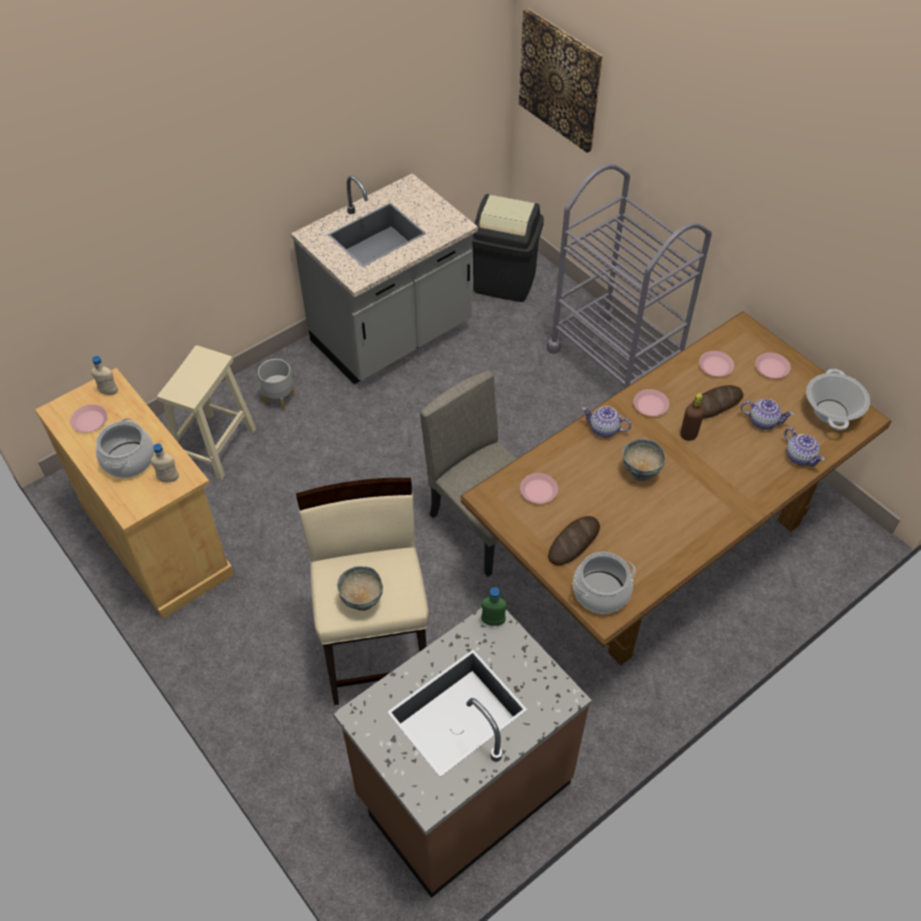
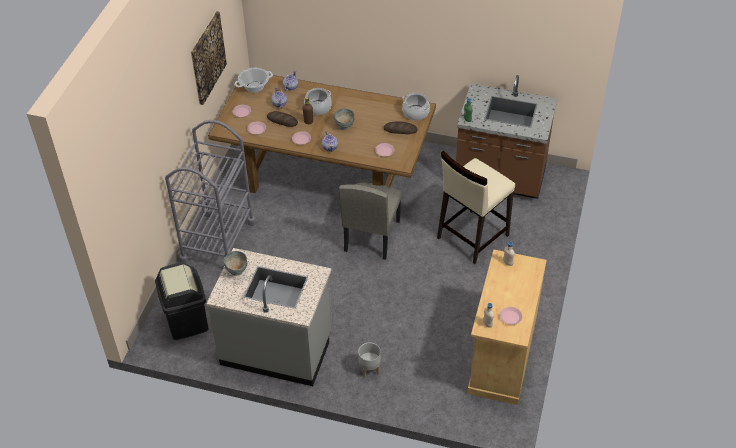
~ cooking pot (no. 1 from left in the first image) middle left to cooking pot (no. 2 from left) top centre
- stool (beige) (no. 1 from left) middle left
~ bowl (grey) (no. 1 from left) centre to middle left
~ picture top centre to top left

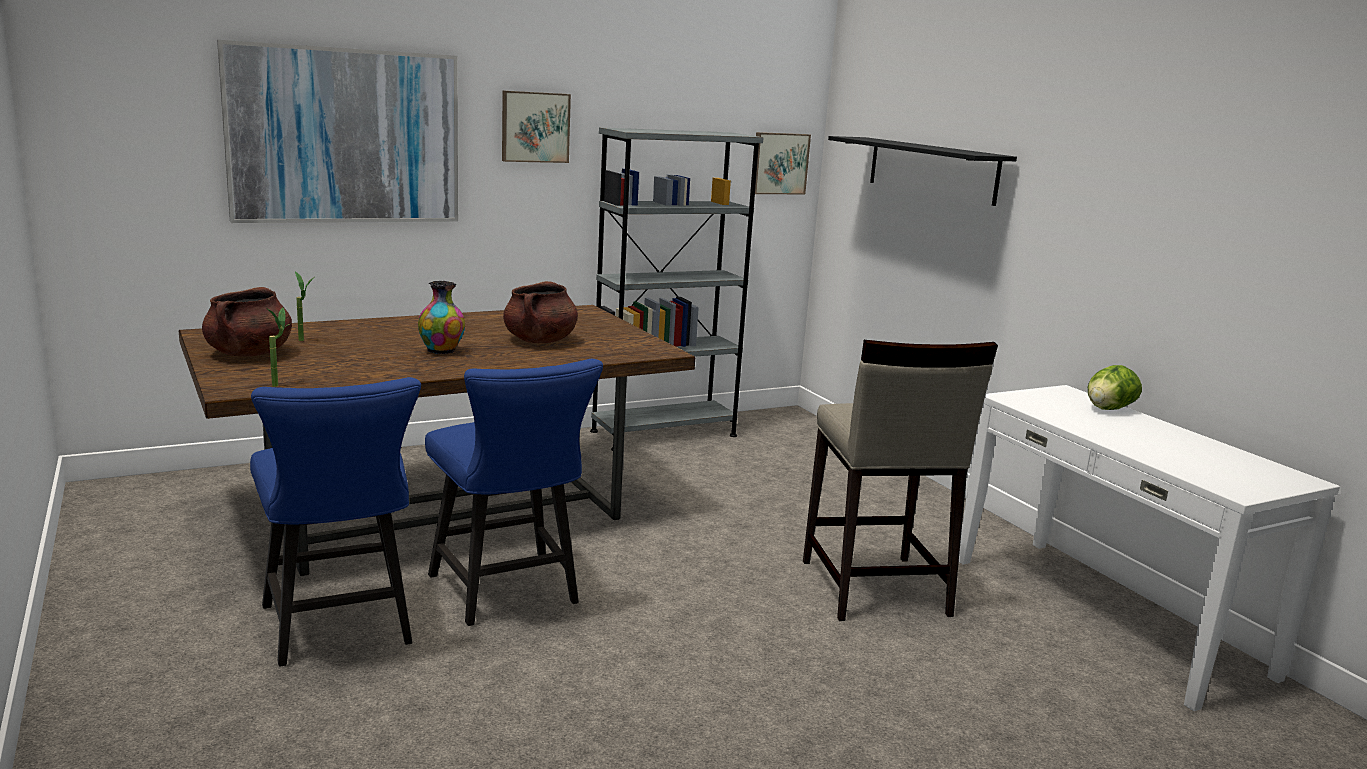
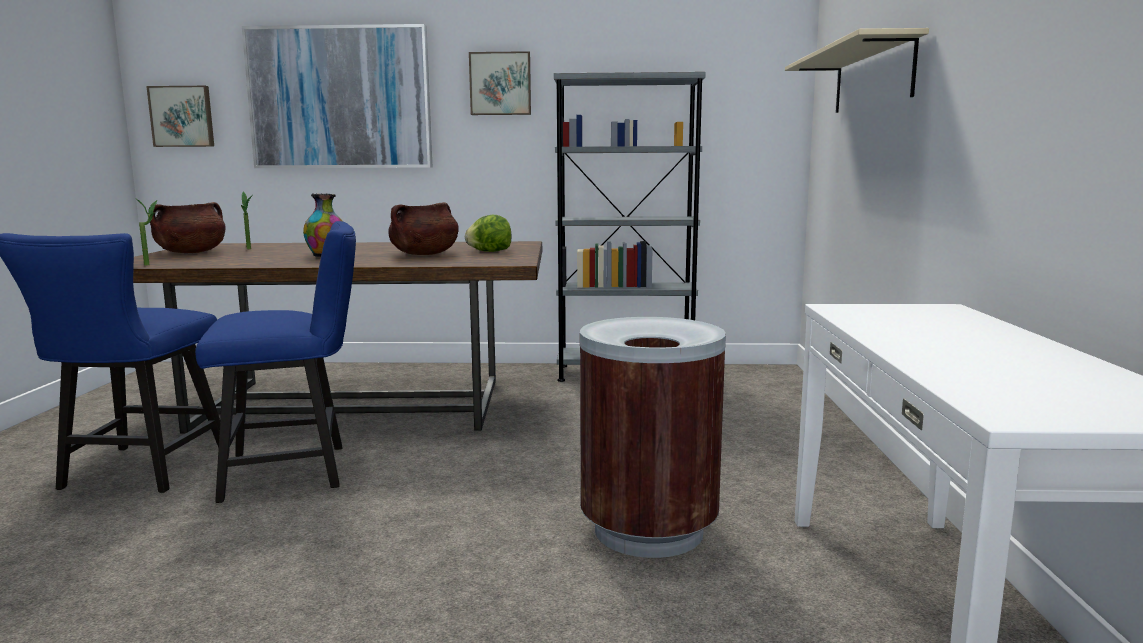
~ chair (blue) (no. 2 from left) centre = middle left 105 degrees counterclockwise
~ picture (no. 3 from left in the first image) top centre to picture (no. 1 from left) top left
~ stool (beige) centre to trash can (brown) bottom centre
~ shelf (black) top right to shelf (beige) top right
~ lettuce middle right to centre

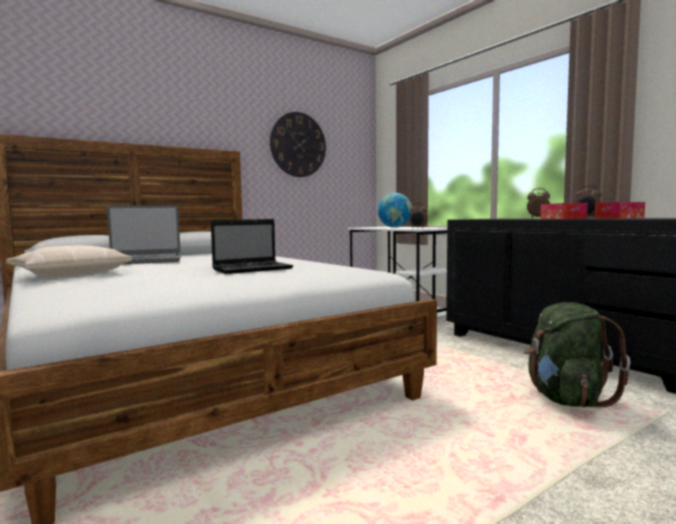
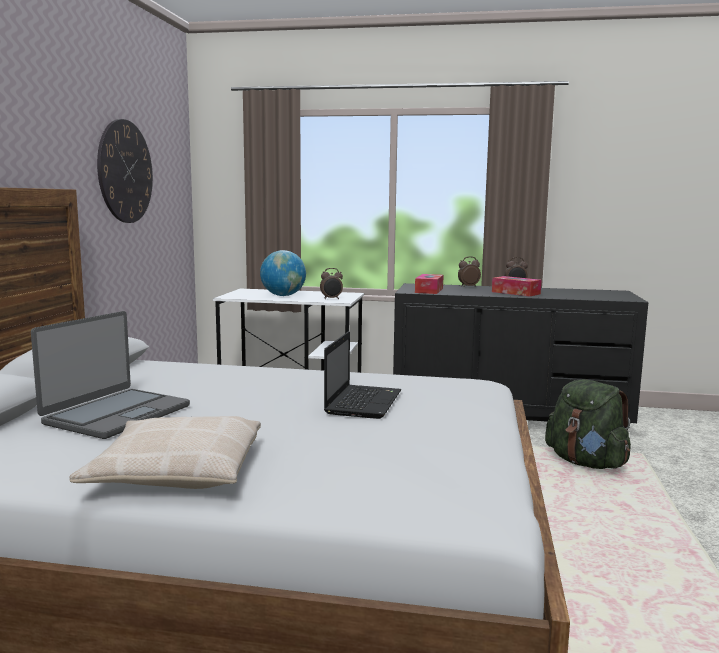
~ tissue box (no. 2 from left in the first image) middle right to tissue box (no. 1 from left) centre

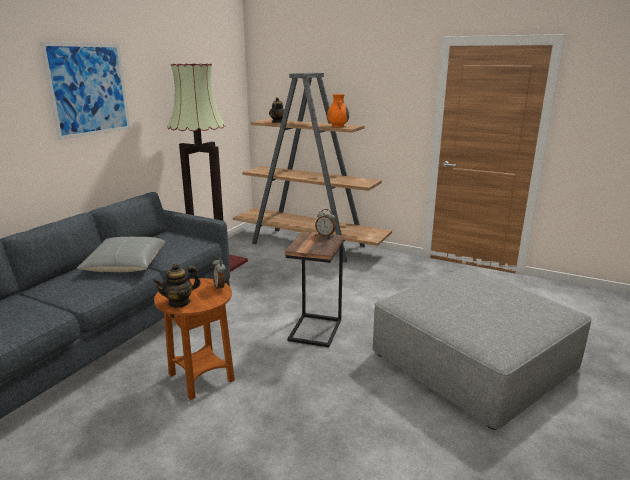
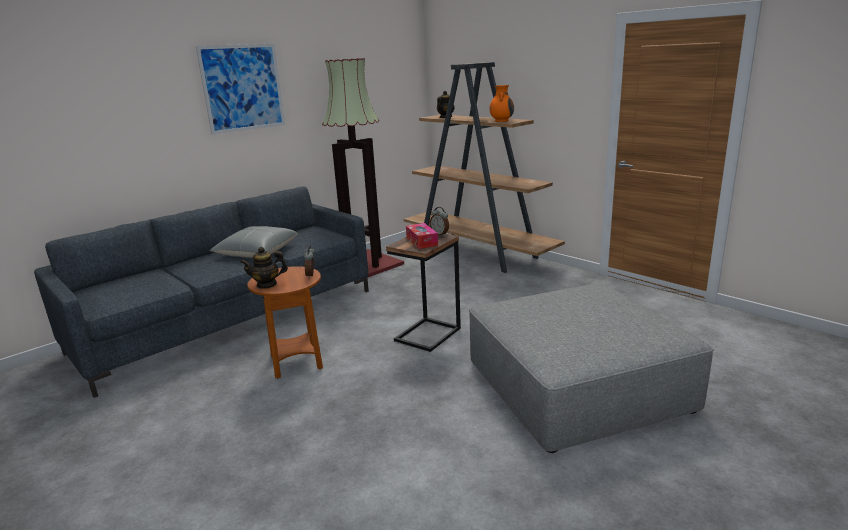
+ tissue box centre

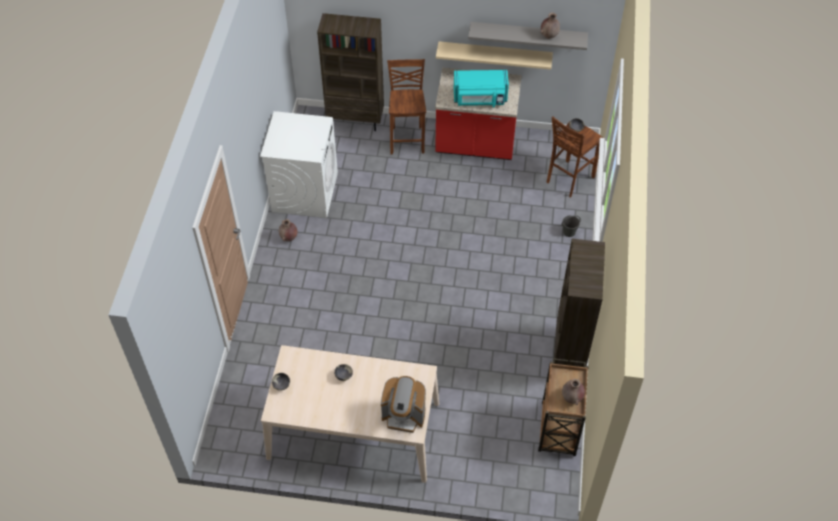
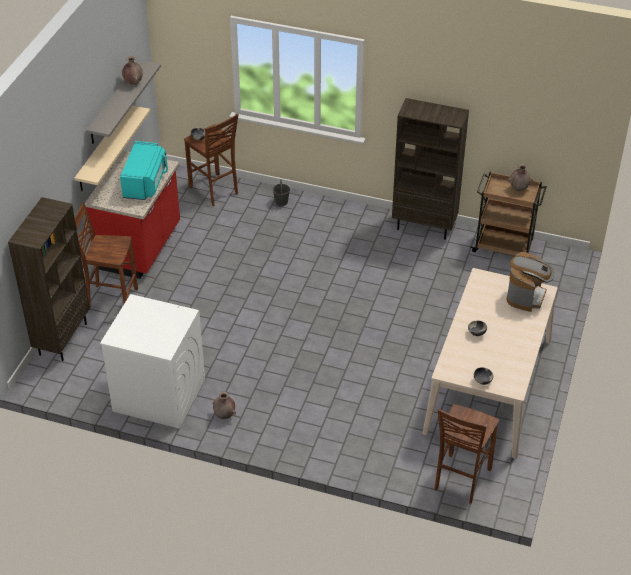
+ stool (brown) (no. 3 from left) bottom right

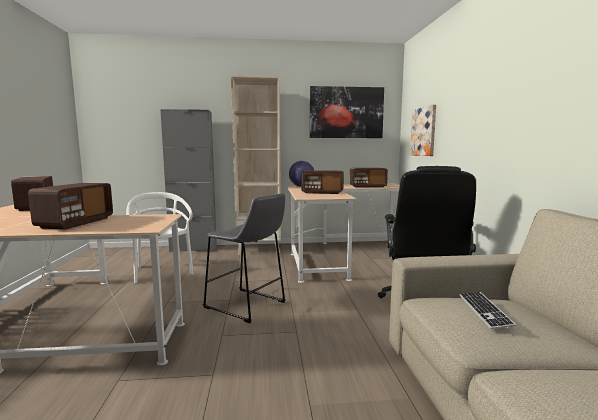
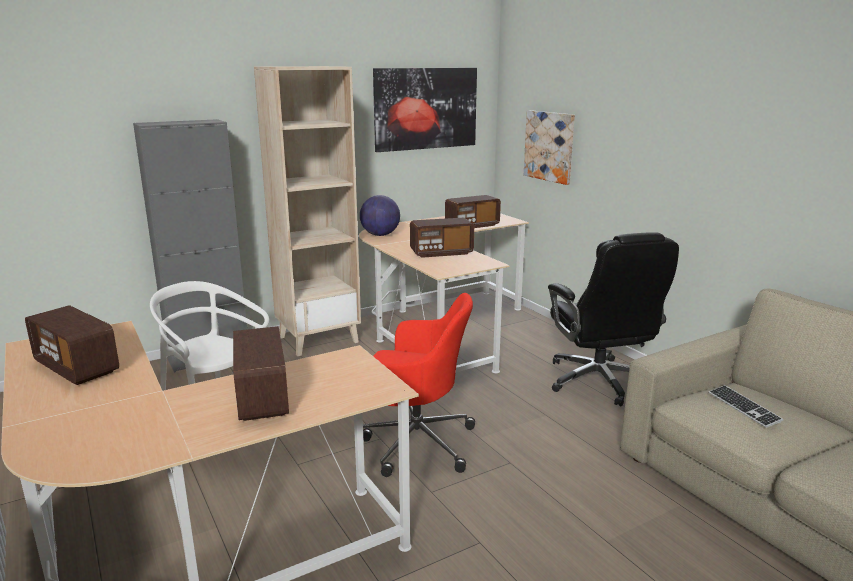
~ stool (grey) centre to office chair (red) centre

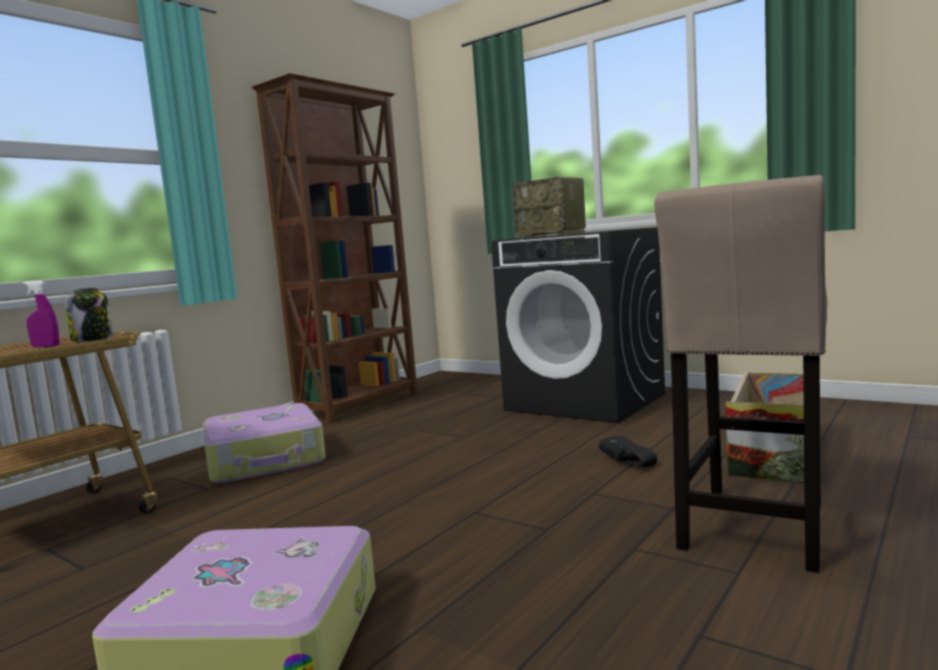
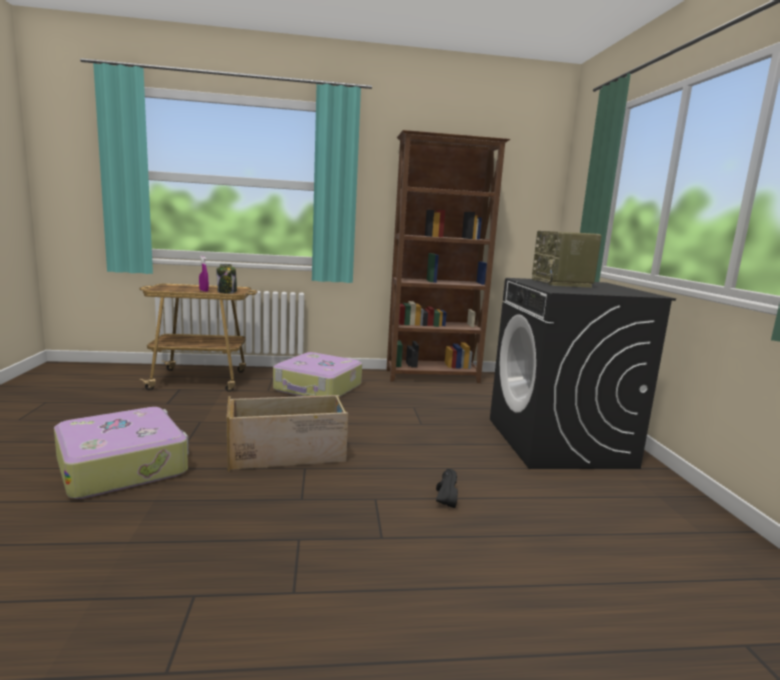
- stool (beige) middle right
~ crate middle right to centre

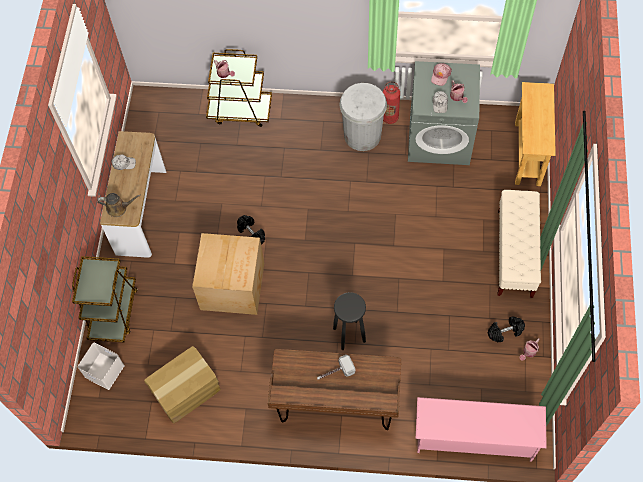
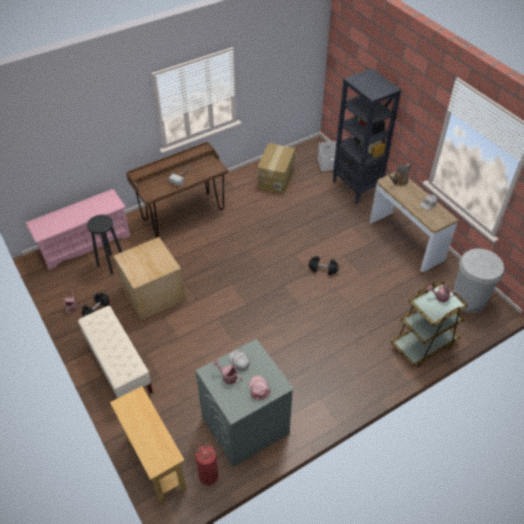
~ cart (brown) (no. 1 from left) middle left to bookcase (black) top right
~ cardboard box (no. 2 from left in the first image) centre to cardboard box (no. 1 from left) middle left
~ stool (black) centre to middle left
~ trash can (white) top centre to middle right
~ fire extinguisher top centre to bottom centre

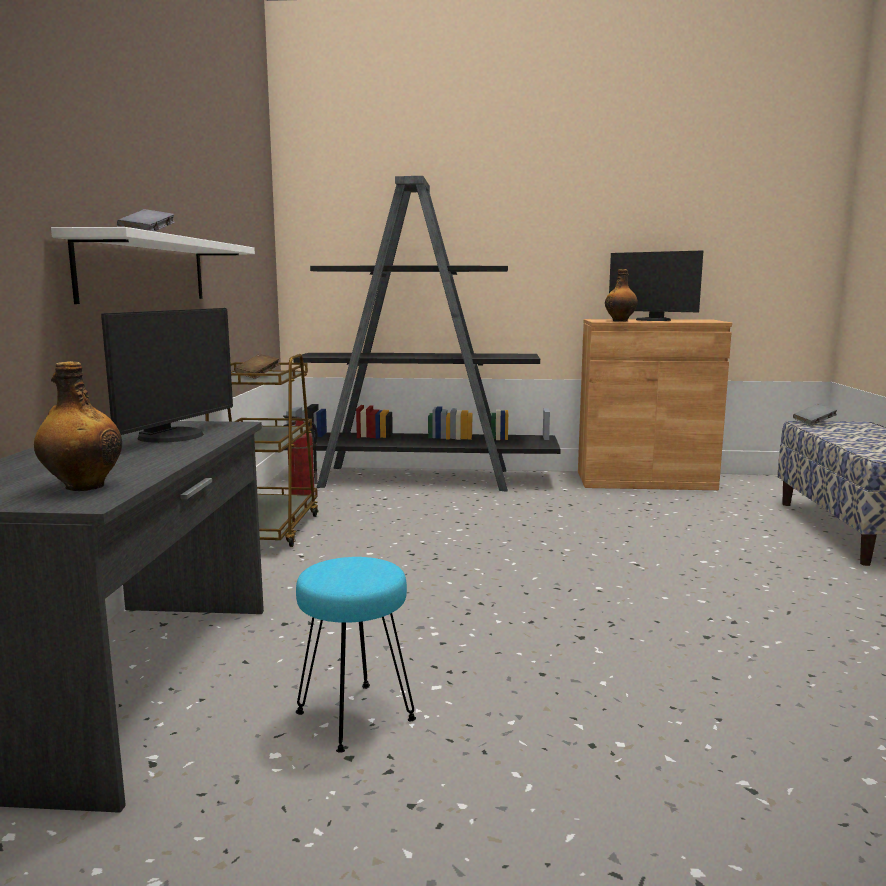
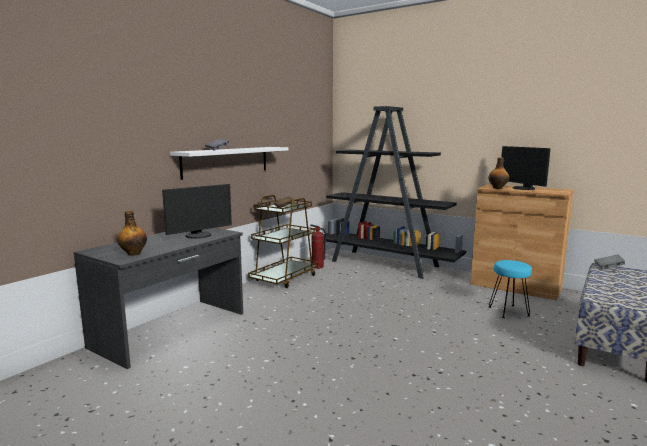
~ stool (turquoise) bottom centre to middle right

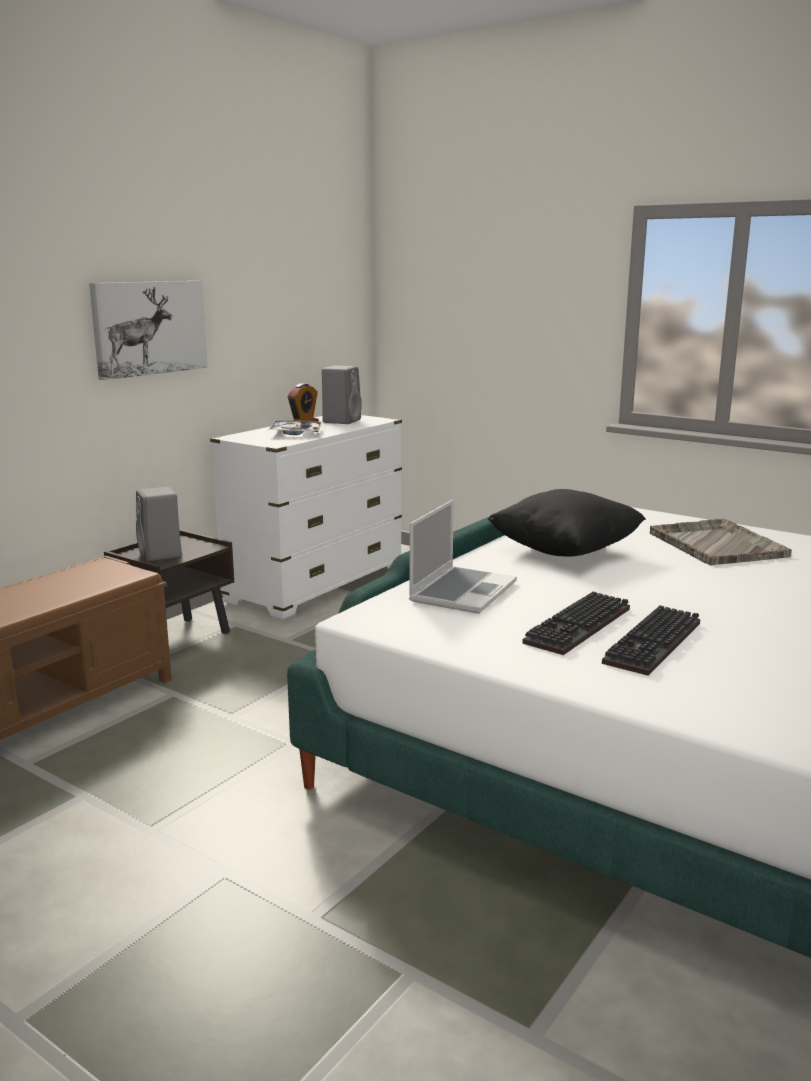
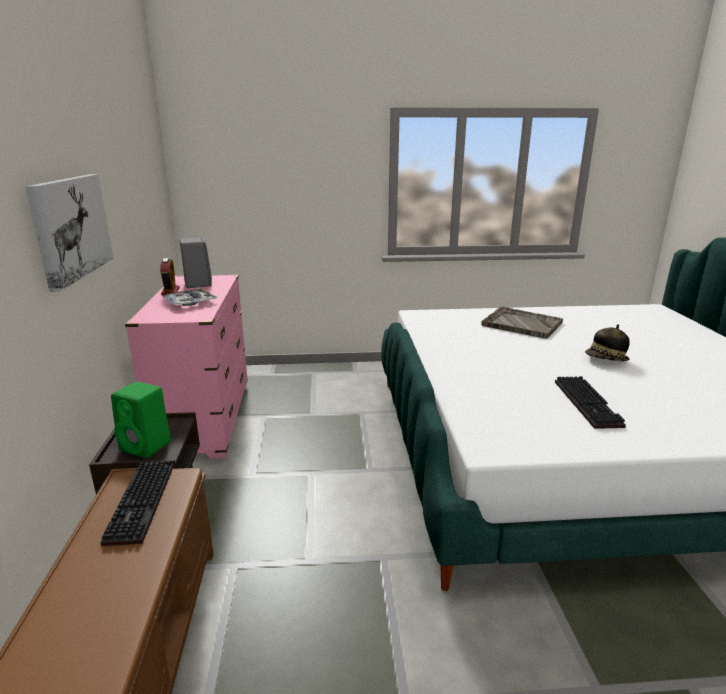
~ speaker (grey) (no. 1 from left) middle left to speaker (green) middle left
~ dresser (white) centre to dresser (pink) middle left
- laptop centre
- pillow (black) middle right
~ keyboard (no. 2 from left in the first image) middle right to keyboard (no. 1 from left) bottom left
+ hat middle right

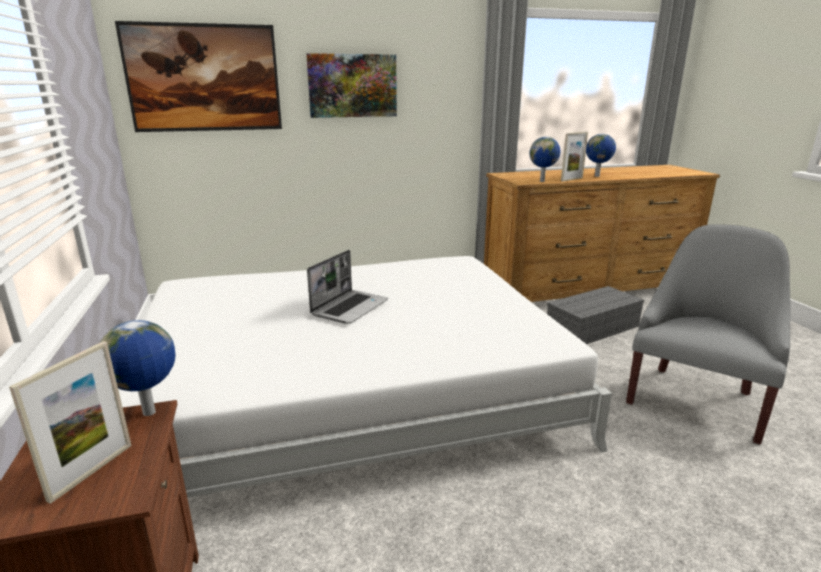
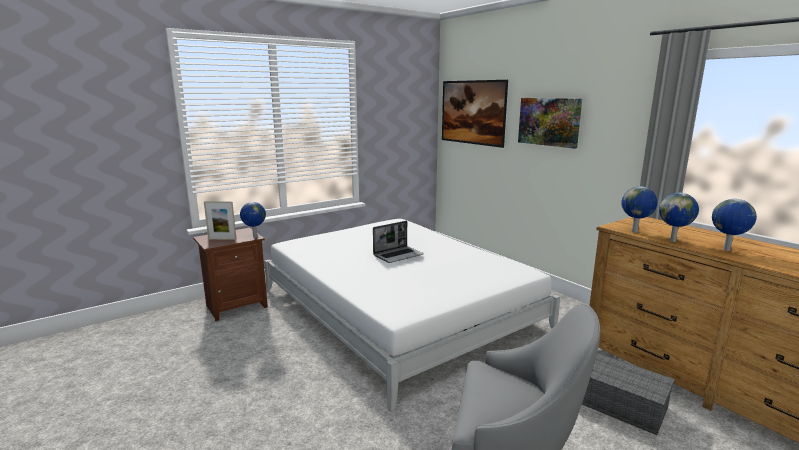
~ laptop centre = centre 45 degrees counterclockwise
~ picture frame (no. 2 from left) top right to globe (no. 3 from left) middle right

